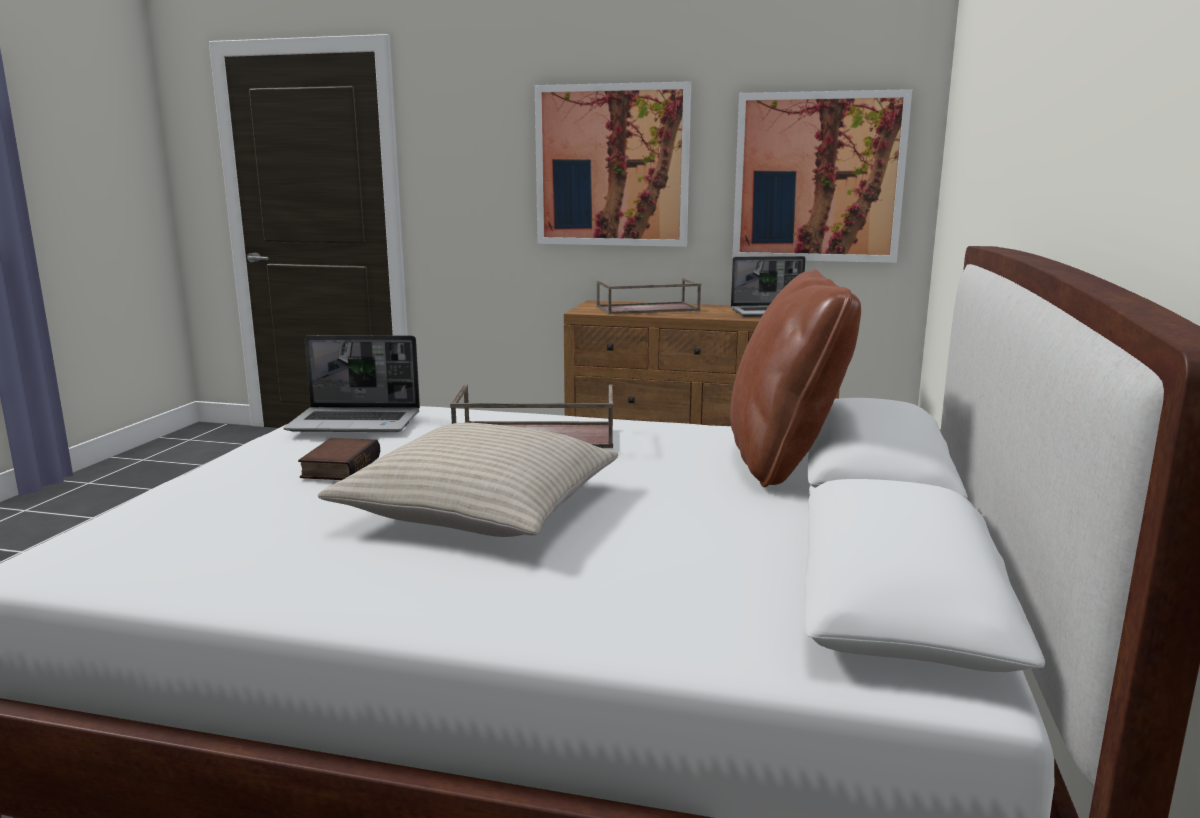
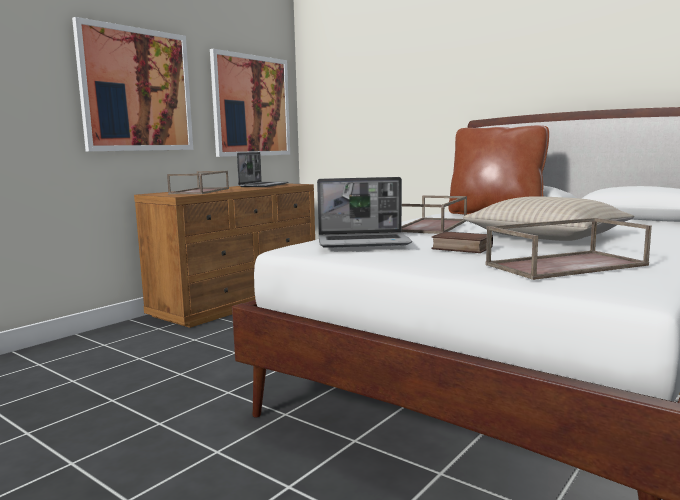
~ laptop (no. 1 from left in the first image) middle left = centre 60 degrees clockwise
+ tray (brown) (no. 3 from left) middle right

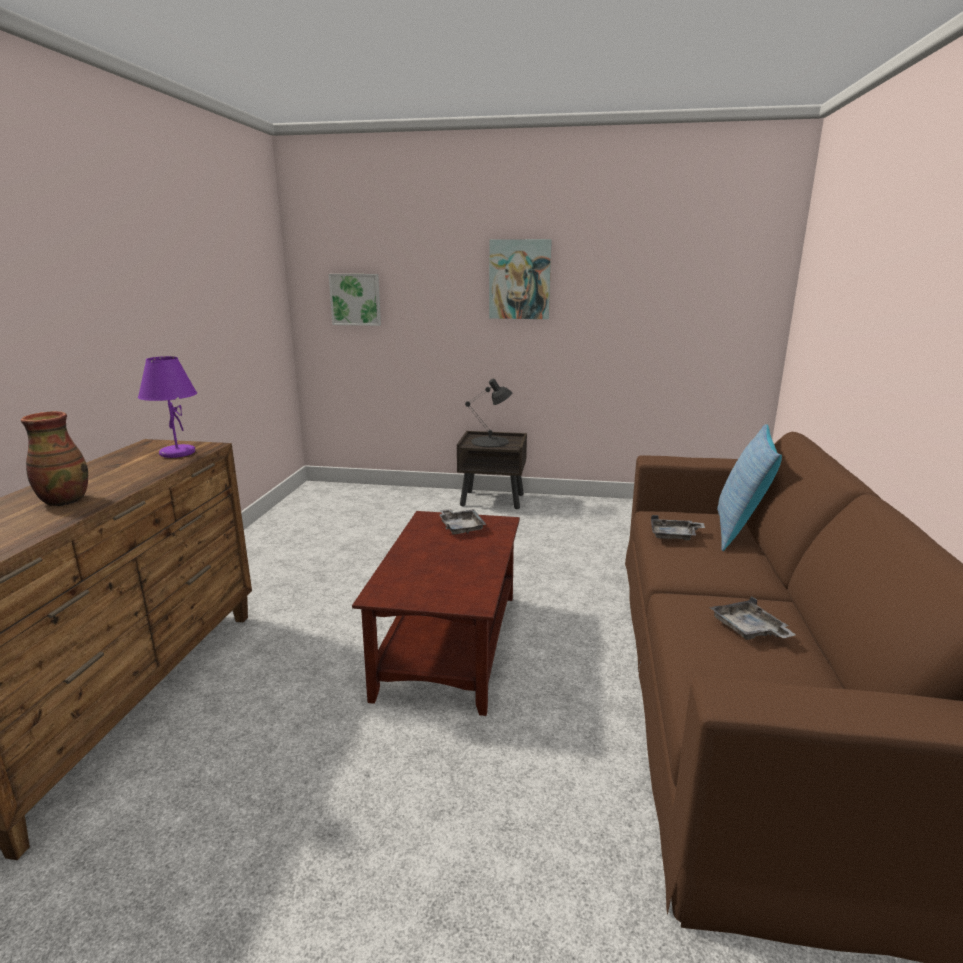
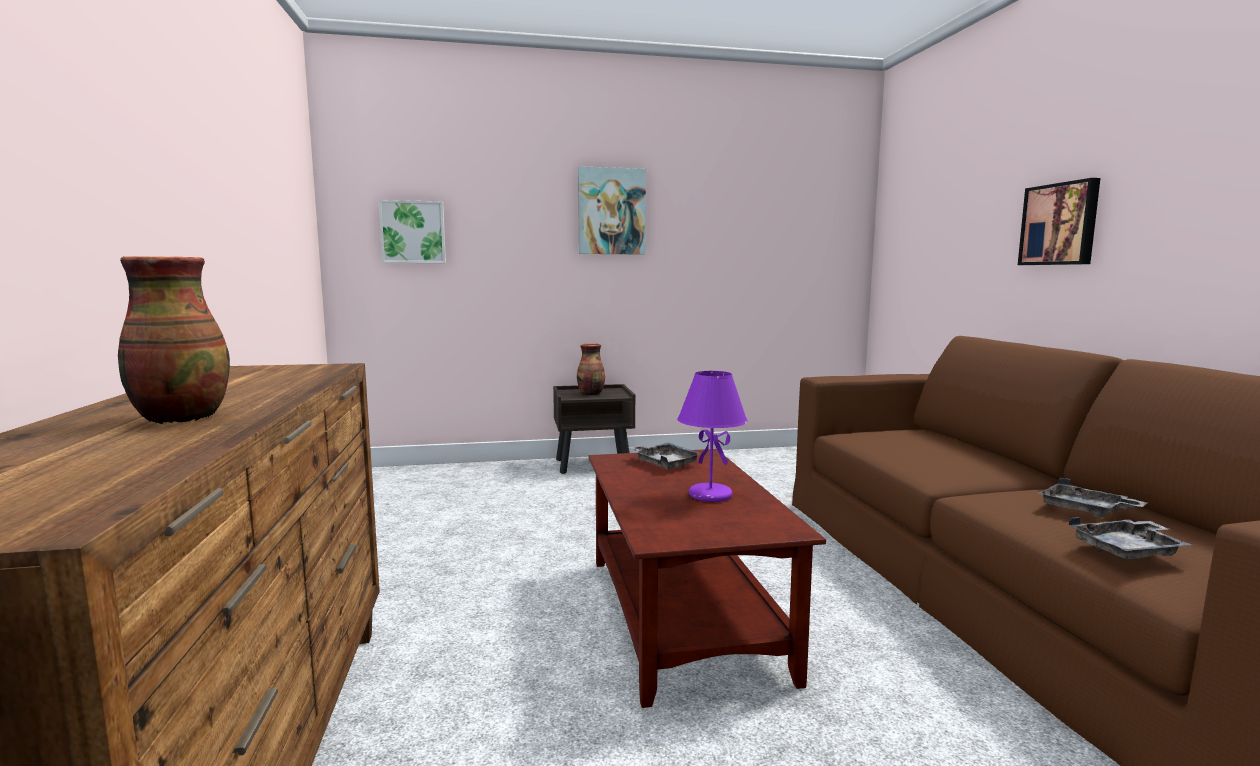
~ table lamp (purple) middle left to centre
~ table lamp (black) centre to vase (no. 2 from left) centre
~ tray (grey) (no. 2 from left in the first image) middle right to tray (grey) (no. 3 from left) bottom right
- pillow middle right
+ picture (no. 3 from left) top right

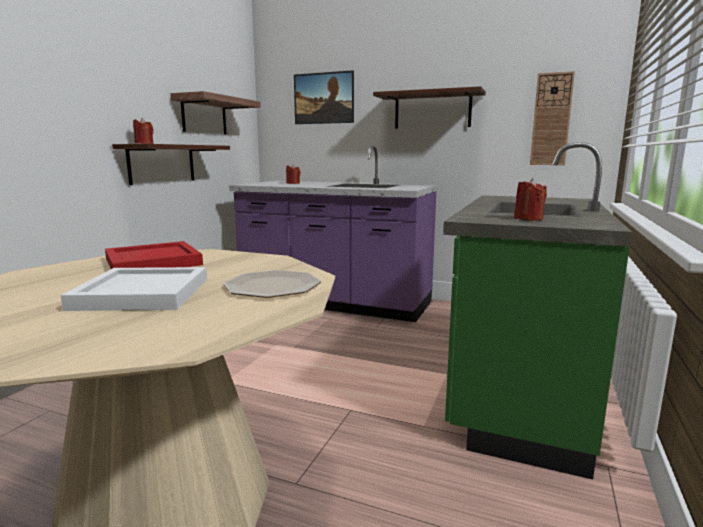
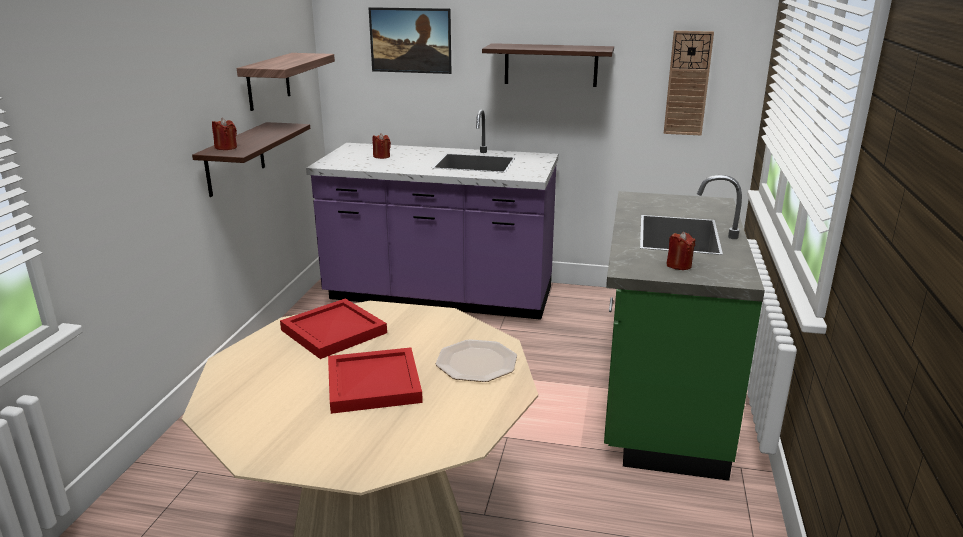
~ tray (white) middle left to tray (red) (no. 2 from left) bottom centre

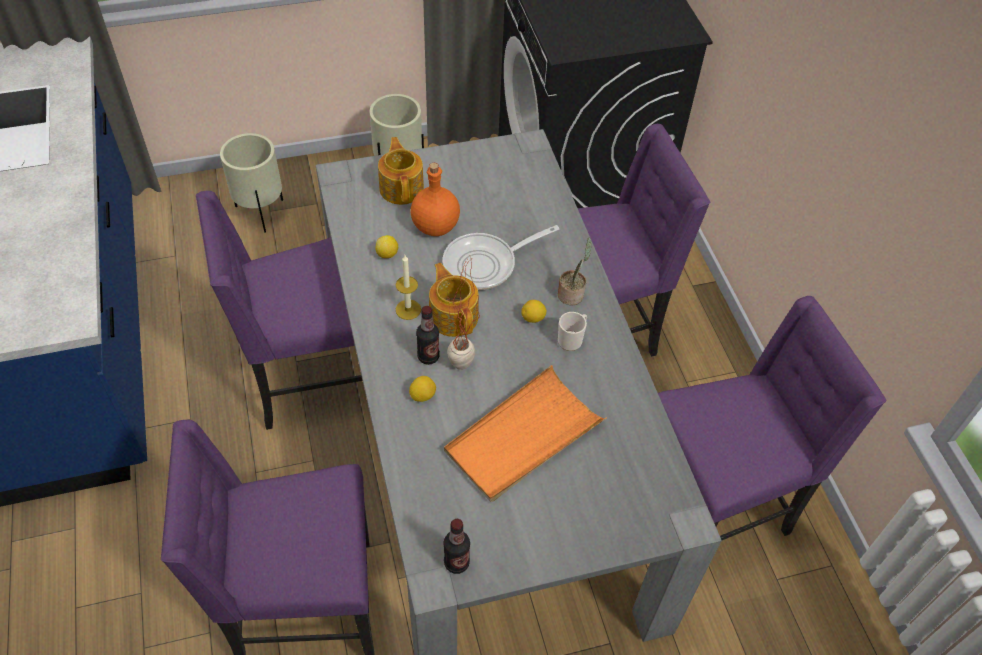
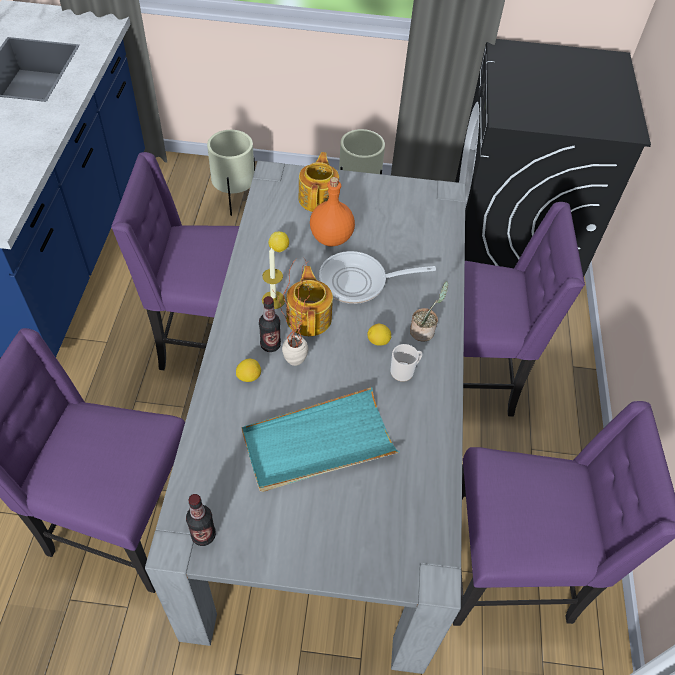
~ tray (orange) centre to tray (turquoise) centre

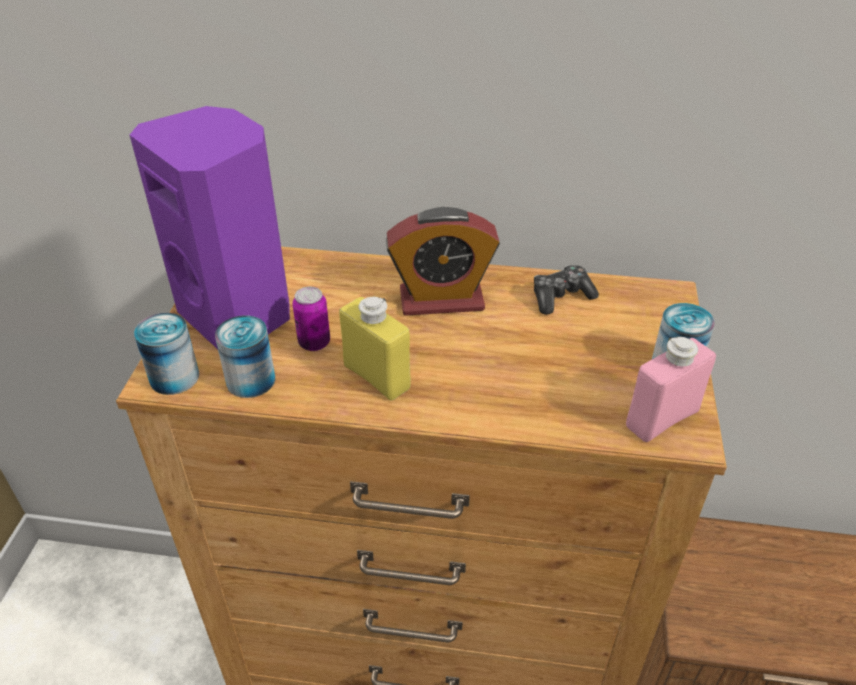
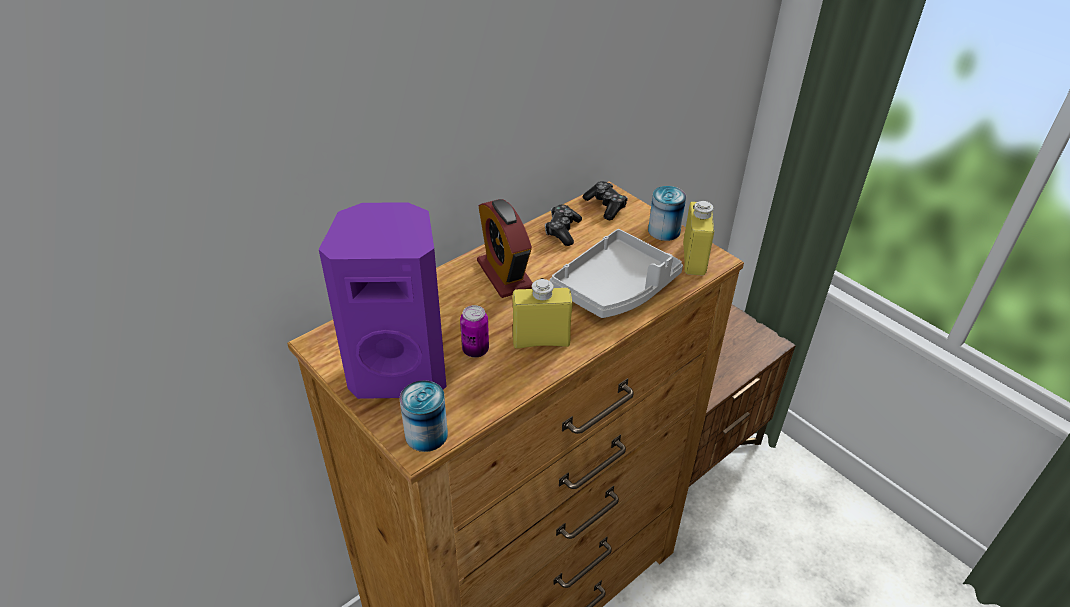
- can (no. 2 from left) middle left
~ alarm clock centre = centre 120 degrees clockwise
~ bottle (pink) middle right to bottle (yellow) (no. 2 from left) centre
+ tray (grey) centre
+ game controller (no. 2 from left) top centre

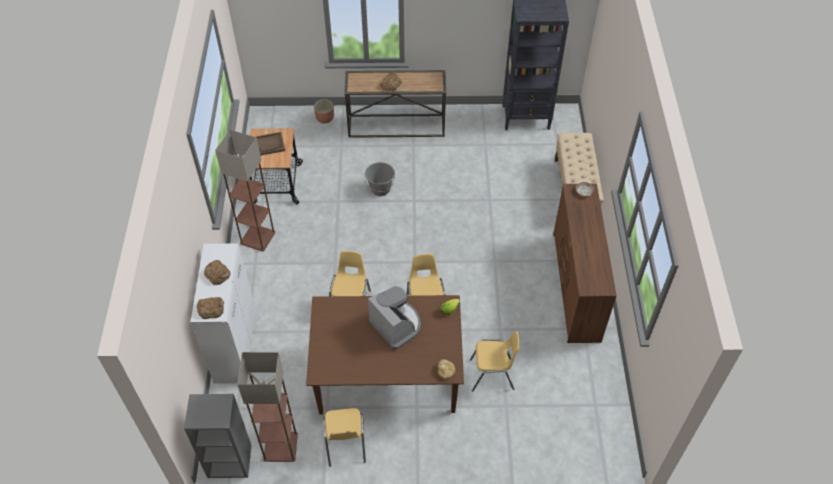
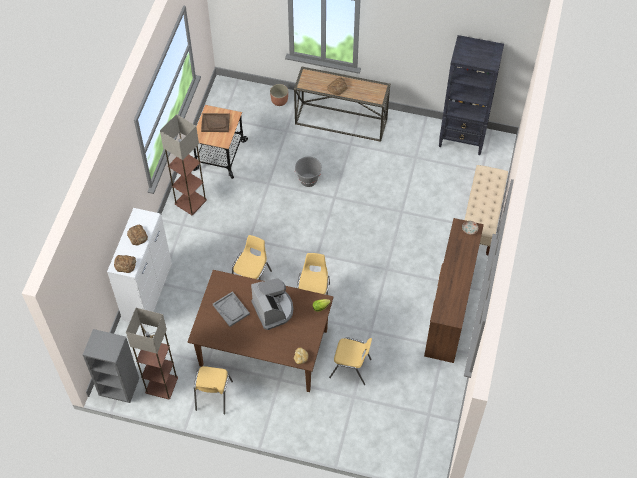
+ tray (grey) centre

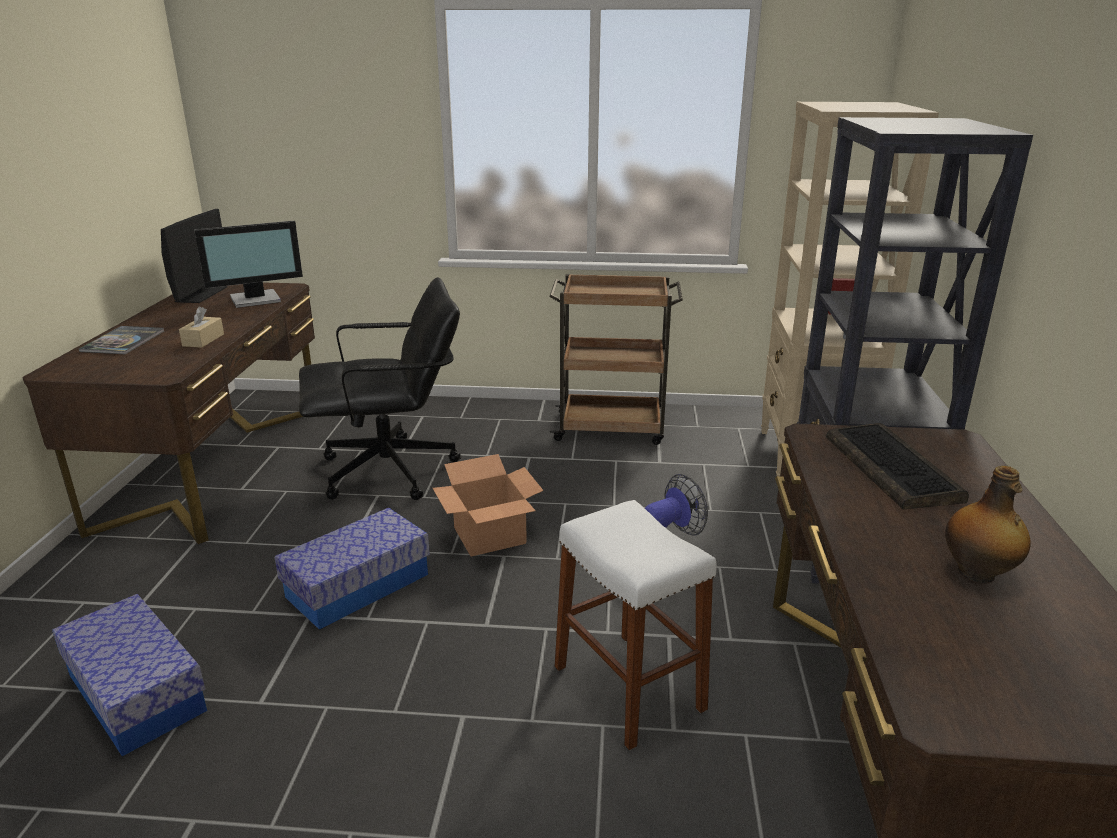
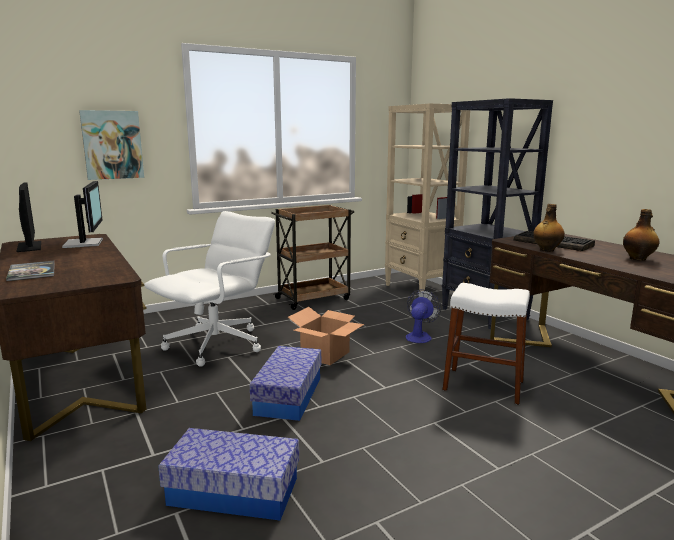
- tissue box (beige) middle left
~ monitor (no. 2 from left) top left = middle left 45 degrees counterclockwise
~ office chair (black) centre to office chair (white) middle left
+ picture top left
+ bottle (no. 1 from left) middle right

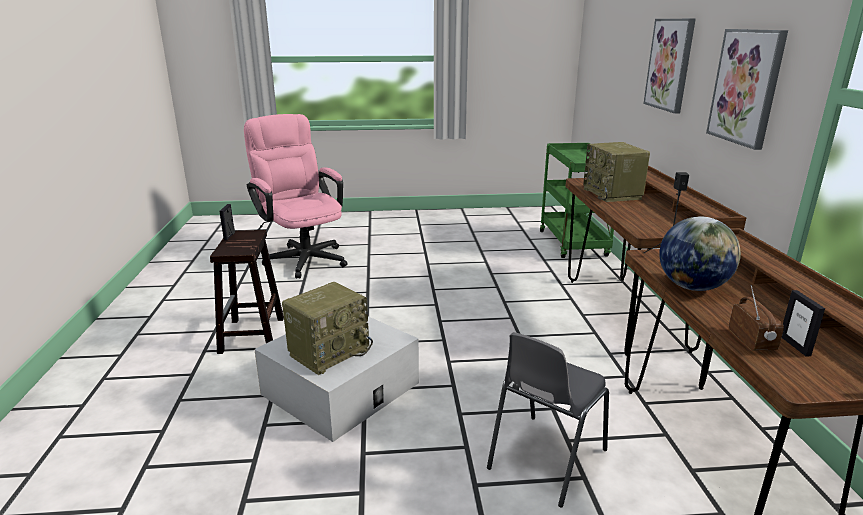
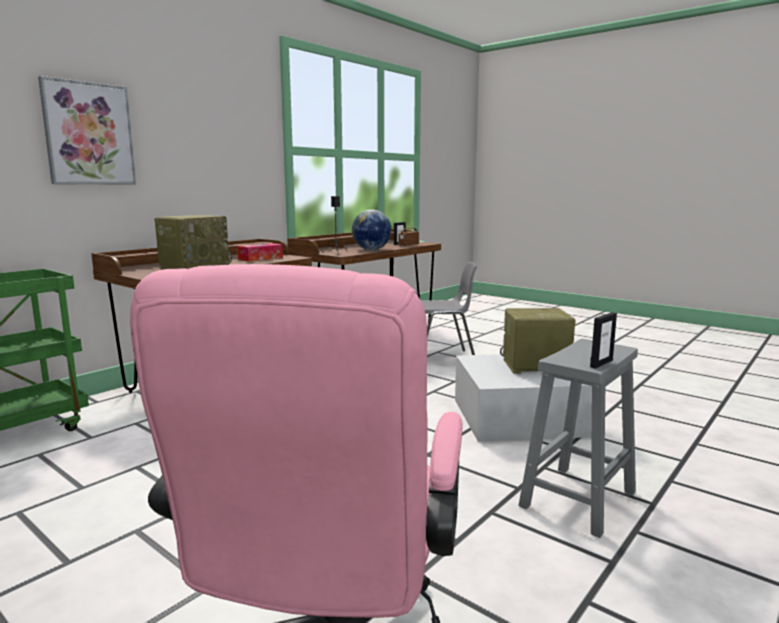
~ stool (brown) middle left to stool (grey) bottom right
- picture (no. 2 from left) top right
+ tissue box centre

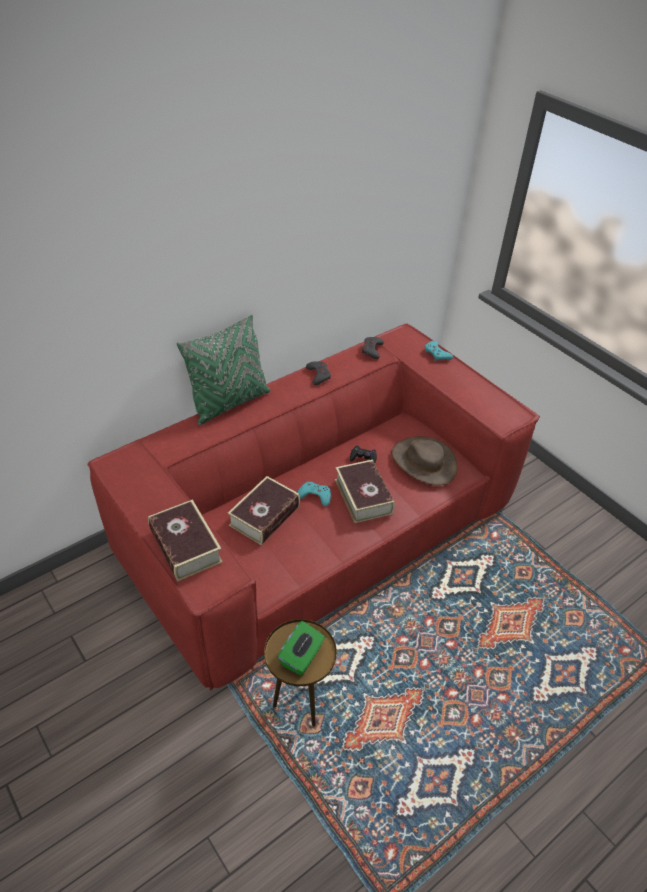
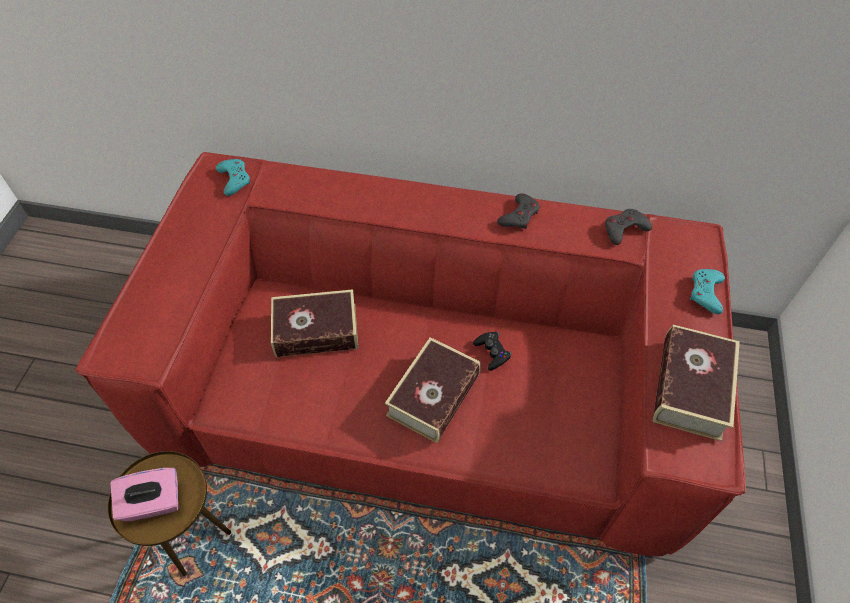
~ book (no. 1 from left in the first image) middle left to book (no. 3 from left) middle right
- pillow (green) centre
~ tissue box (green) bottom centre to tissue box (pink) bottom left
~ game controller (turquoise) (no. 1 from left) centre to top left
- hat (brown) centre

